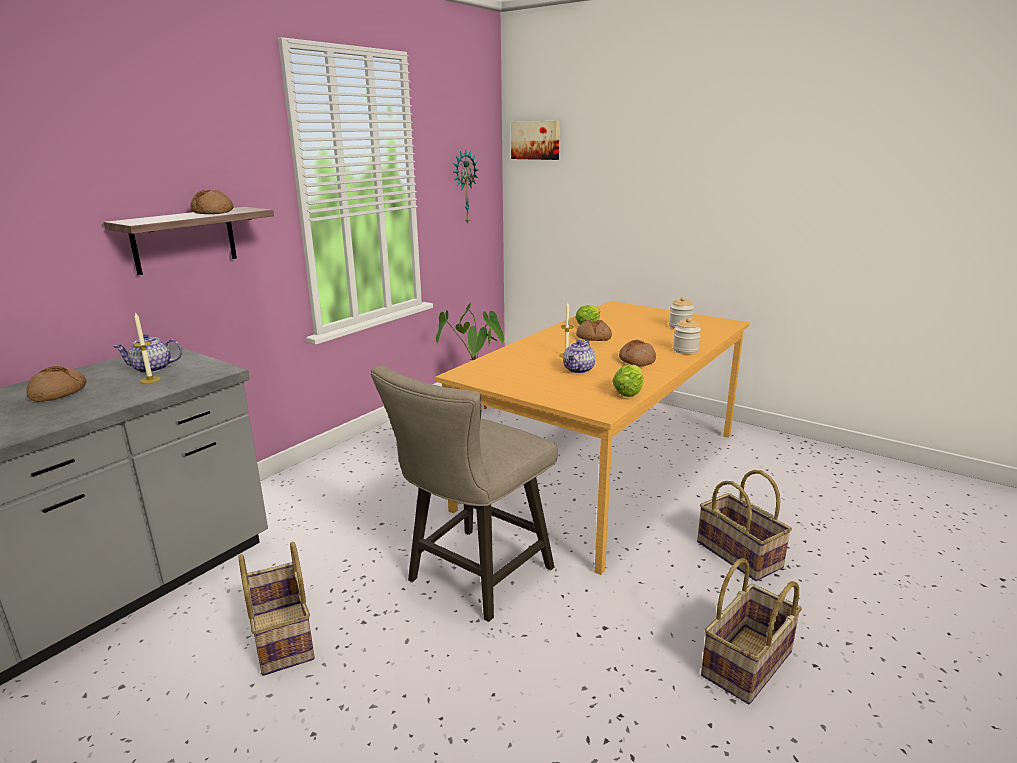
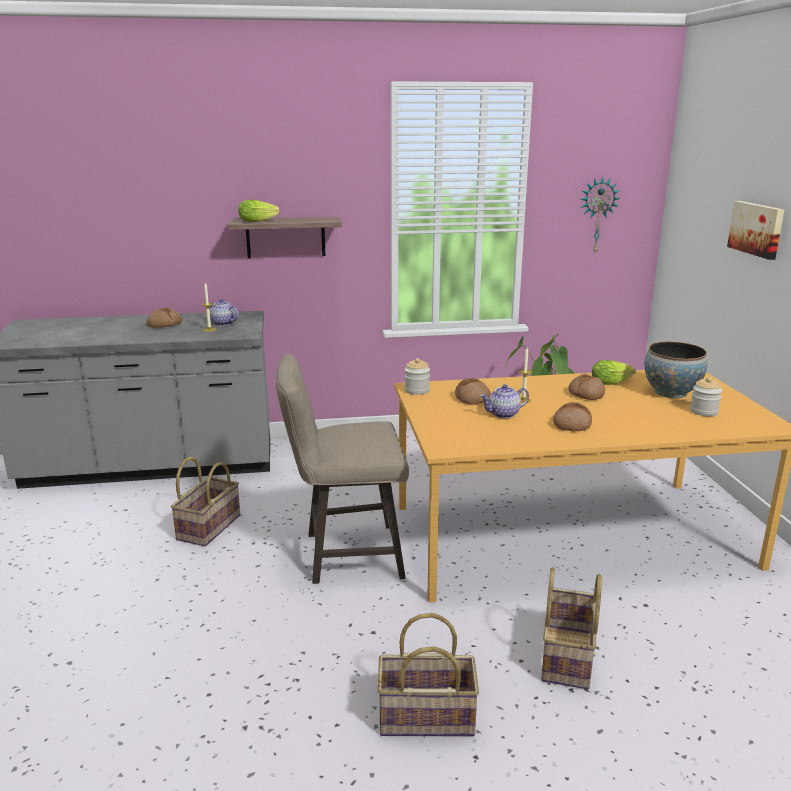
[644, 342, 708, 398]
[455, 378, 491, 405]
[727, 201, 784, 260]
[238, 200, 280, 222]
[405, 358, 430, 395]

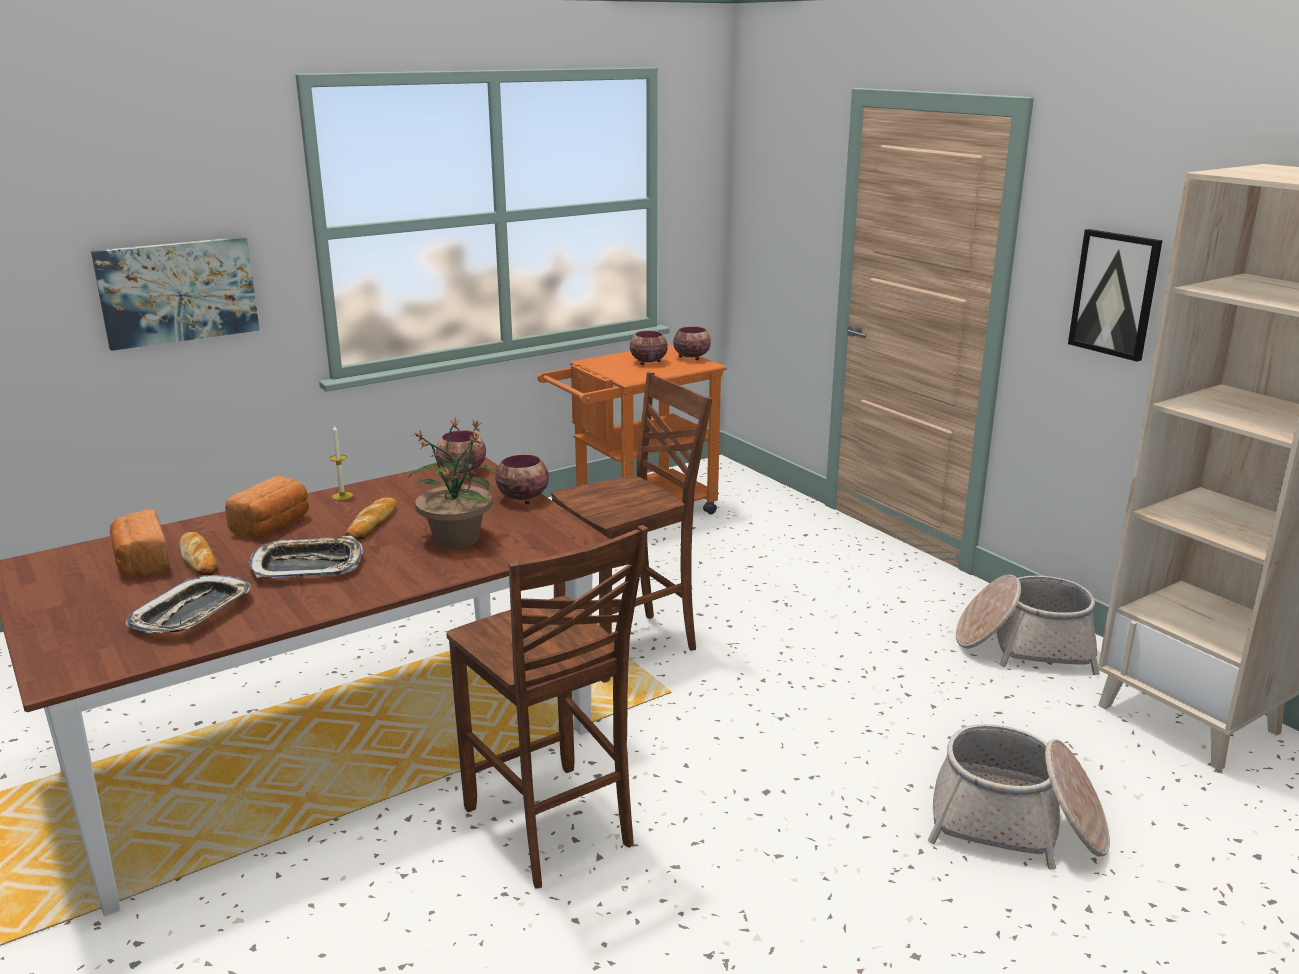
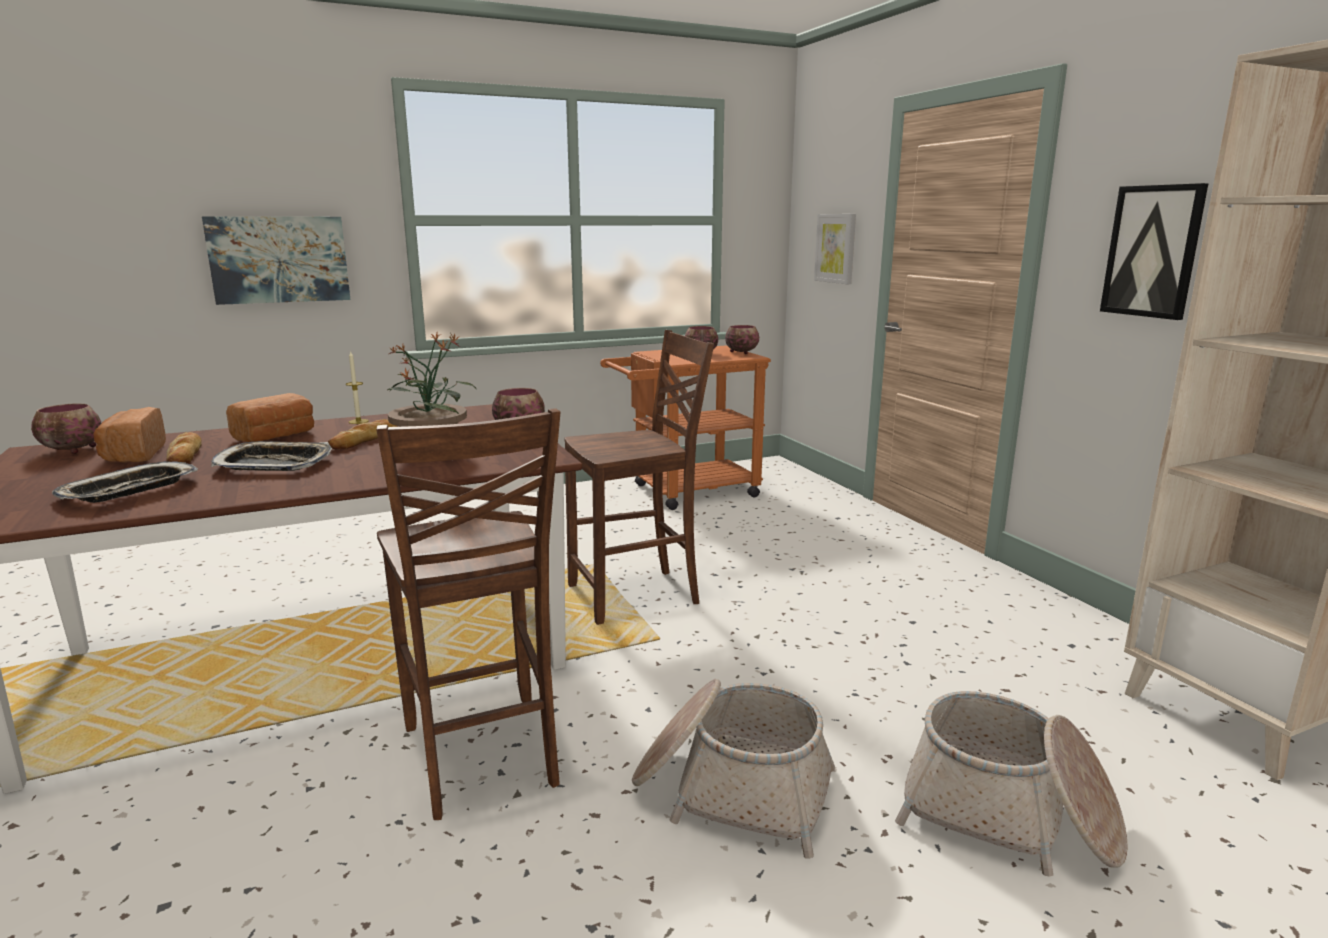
[814, 214, 856, 284]
[31, 403, 101, 454]
[632, 679, 835, 859]

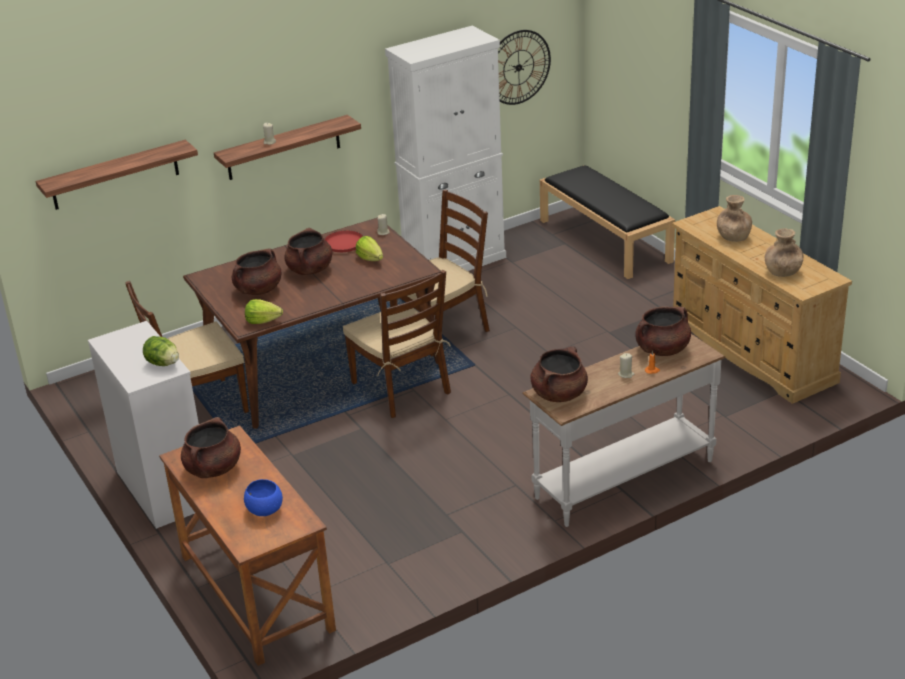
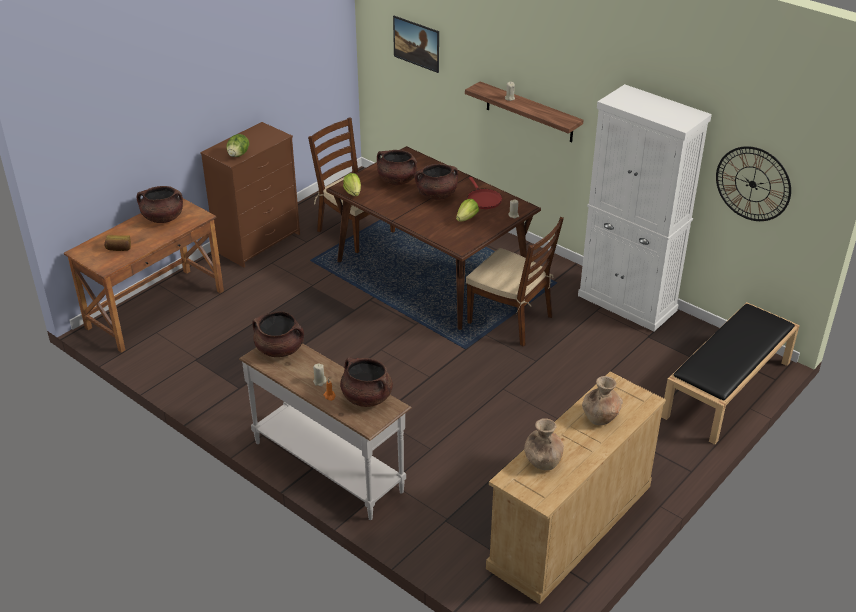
[343, 270, 451, 418] (first image)
[393, 16, 439, 73]
[104, 235, 131, 251]
[200, 122, 300, 268]

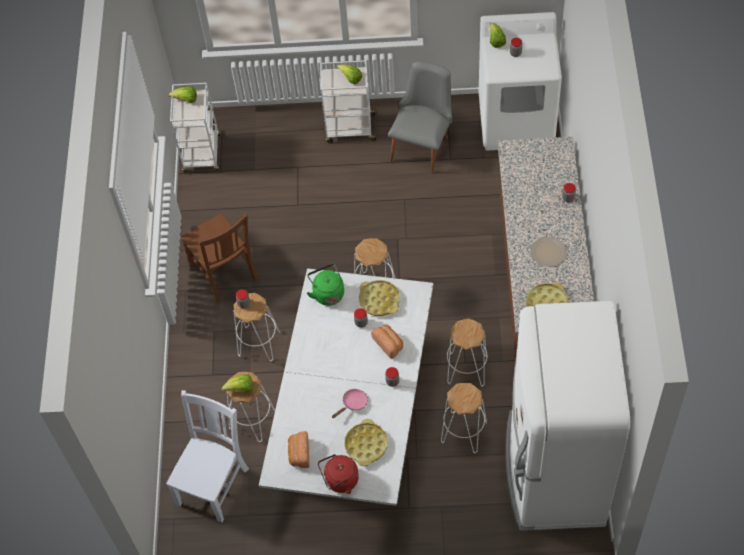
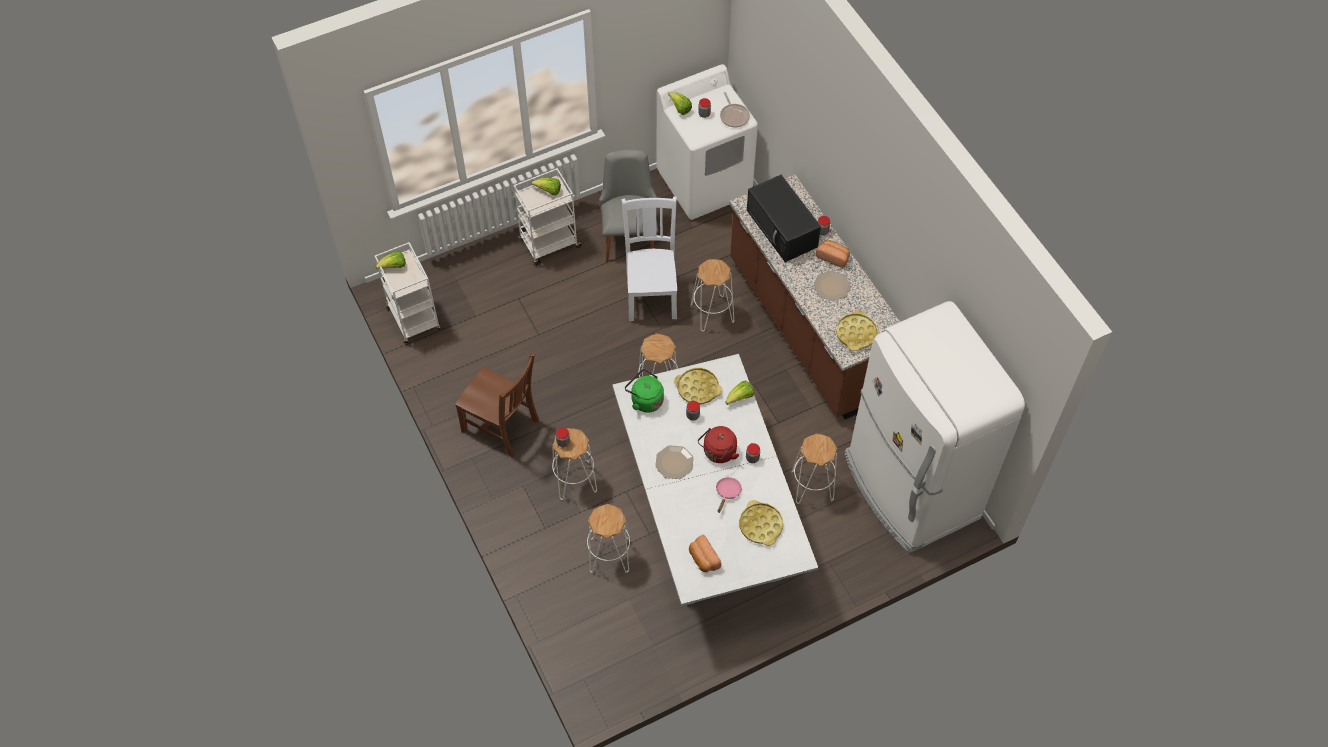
[655, 445, 694, 479]
[720, 92, 750, 127]
[747, 175, 821, 262]
[621, 196, 677, 321]
[725, 381, 754, 405]
[698, 426, 739, 463]
[816, 240, 850, 268]
[690, 259, 734, 331]

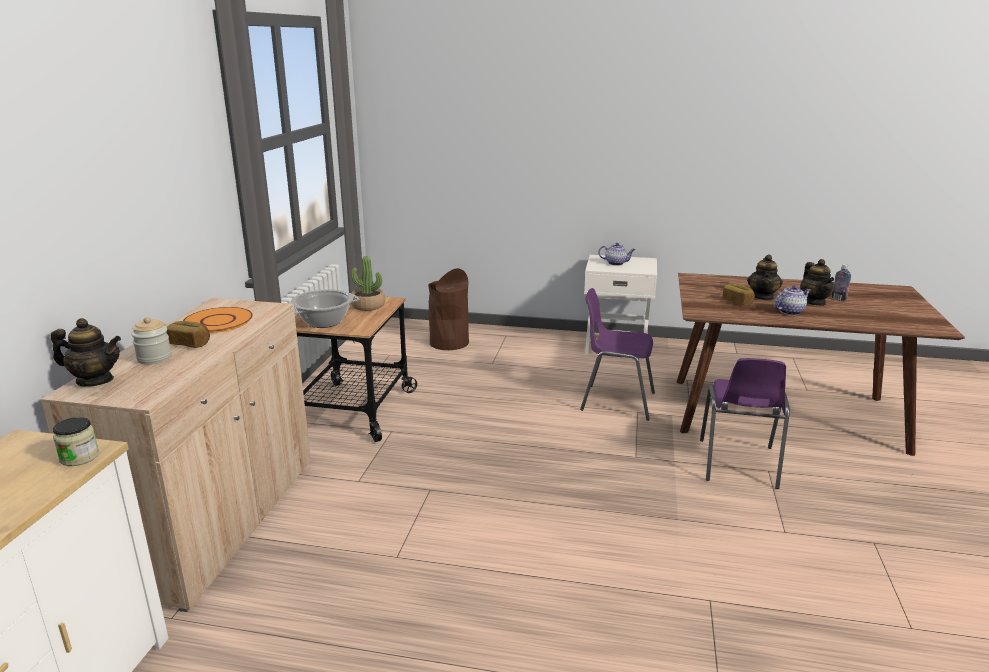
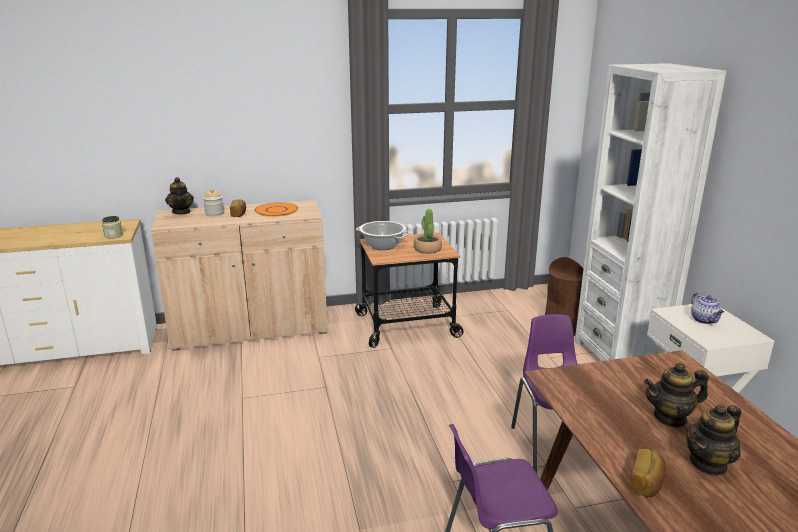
[774, 285, 810, 315] (first image)
[832, 264, 851, 301] (first image)
[575, 63, 726, 361]
[629, 449, 666, 497]

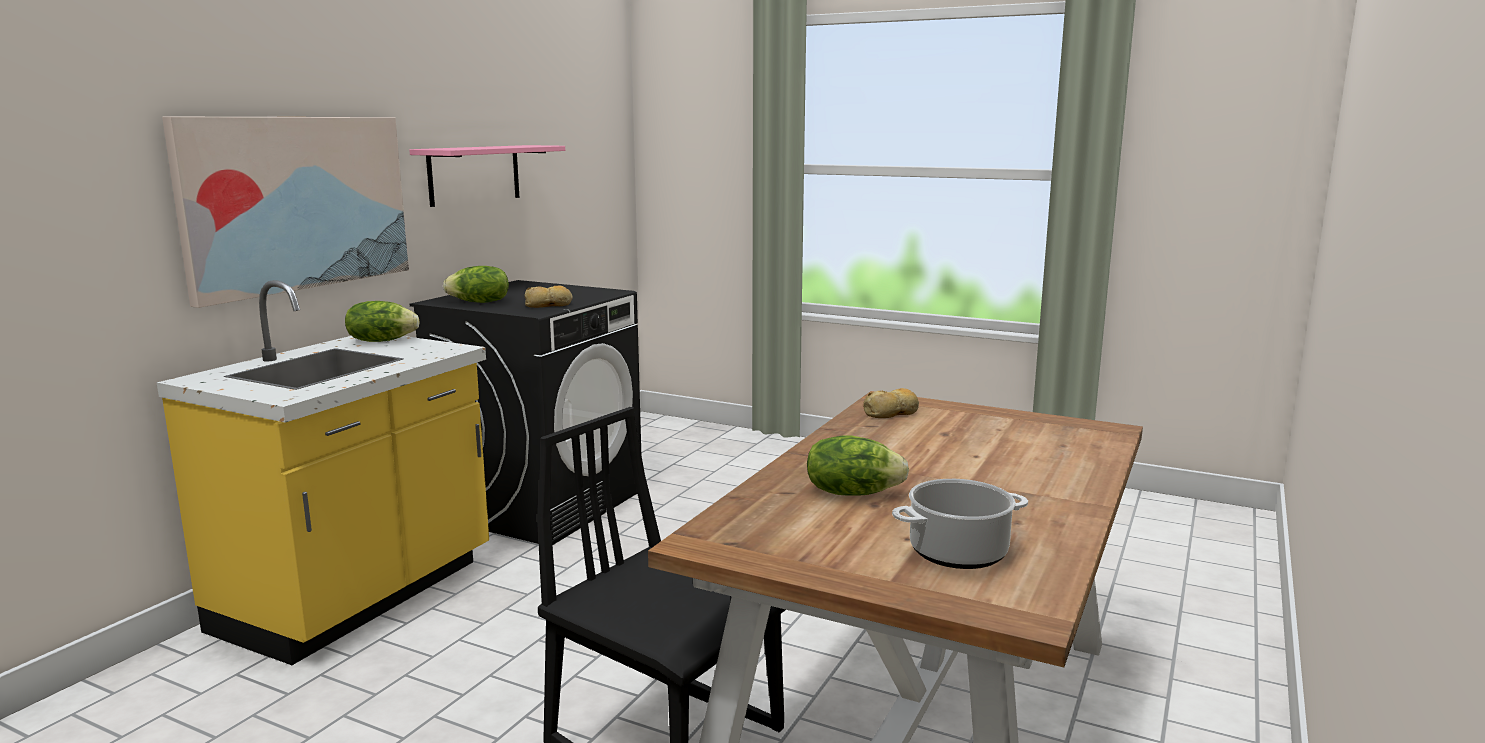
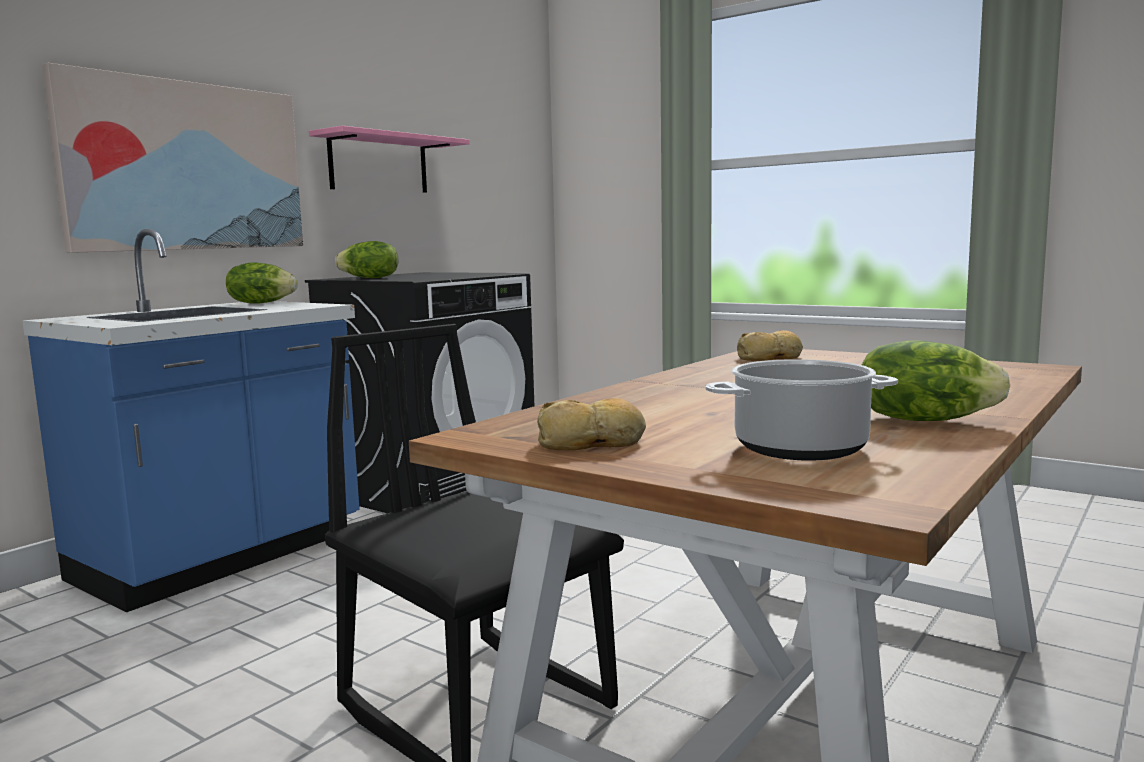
[537, 398, 646, 450]
[862, 340, 1010, 421]
[22, 229, 360, 612]

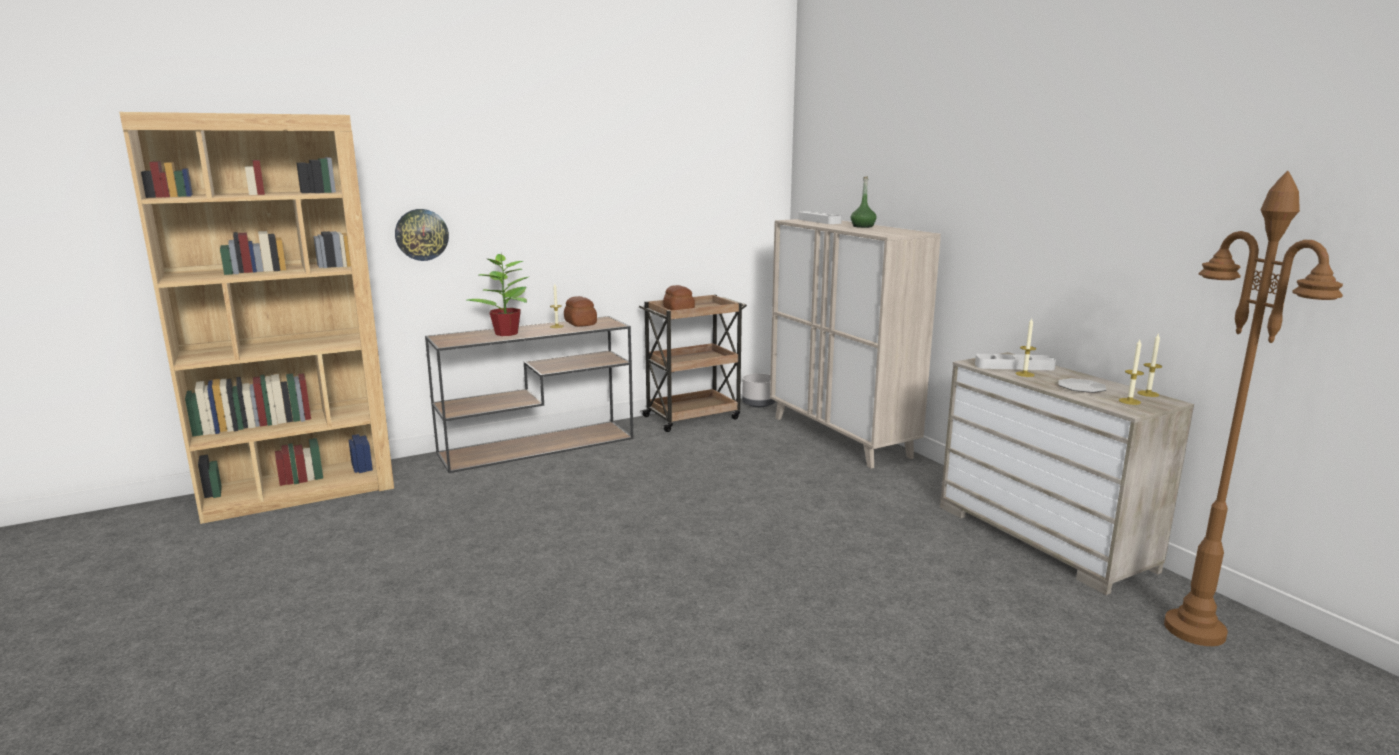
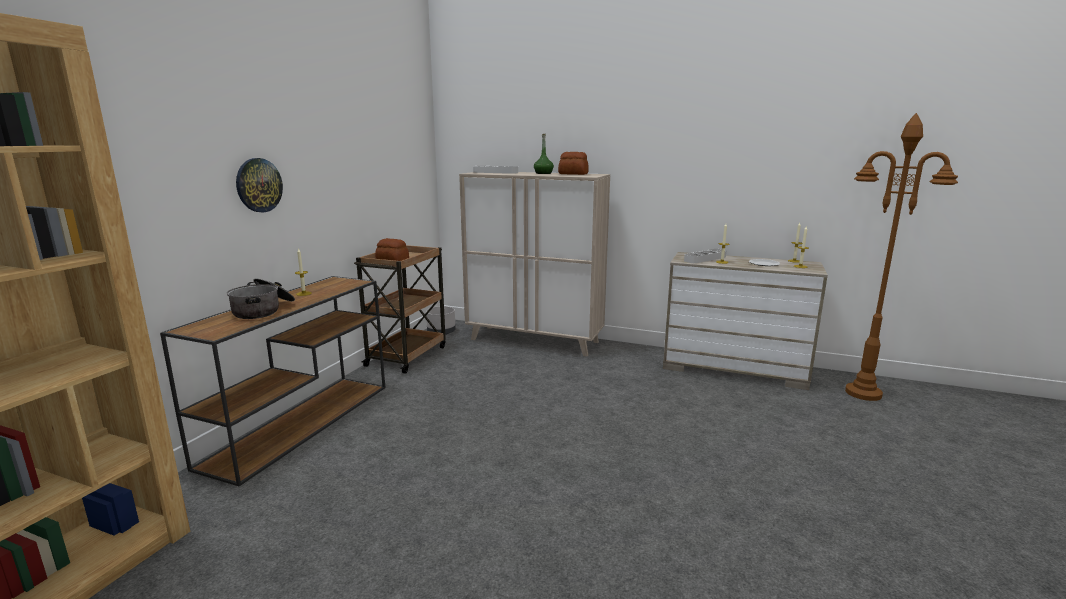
[236, 158, 283, 212]
[558, 152, 589, 175]
[227, 278, 295, 319]

